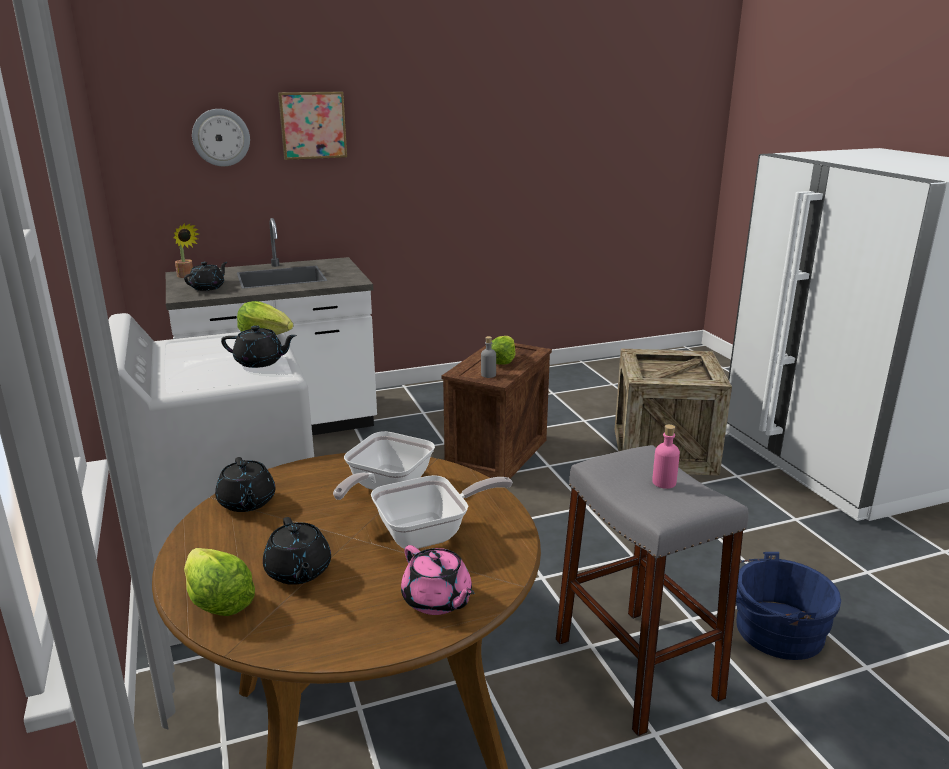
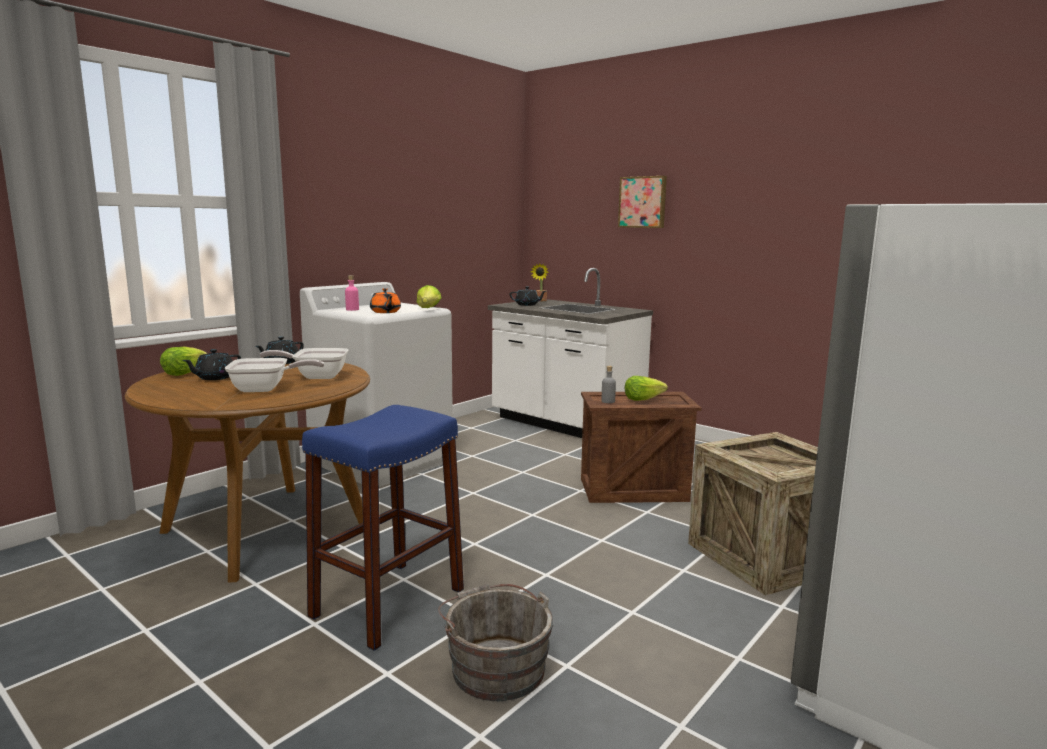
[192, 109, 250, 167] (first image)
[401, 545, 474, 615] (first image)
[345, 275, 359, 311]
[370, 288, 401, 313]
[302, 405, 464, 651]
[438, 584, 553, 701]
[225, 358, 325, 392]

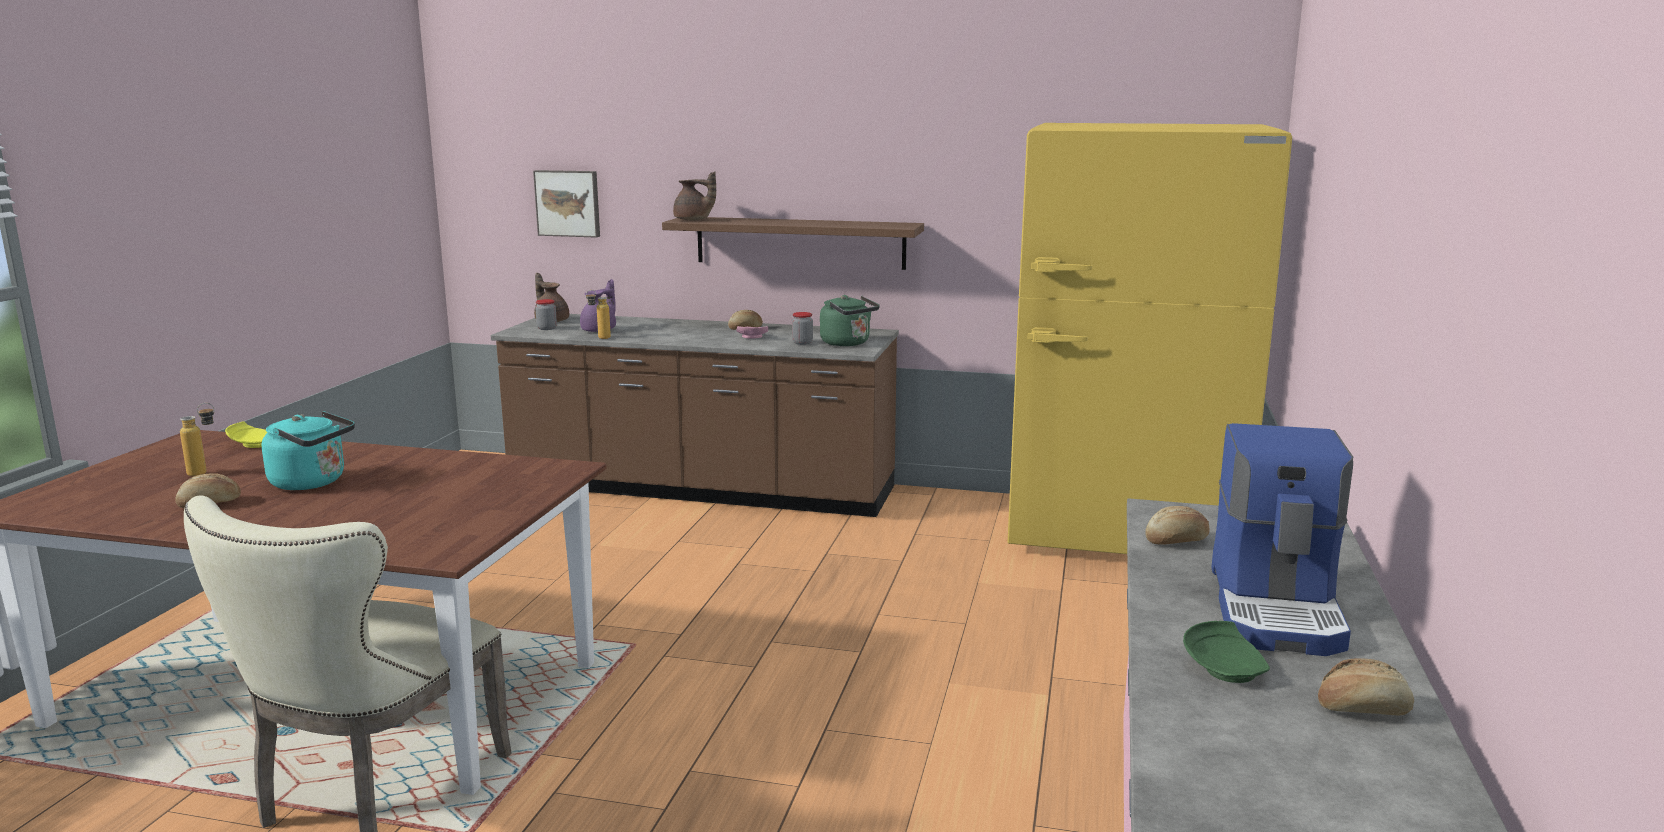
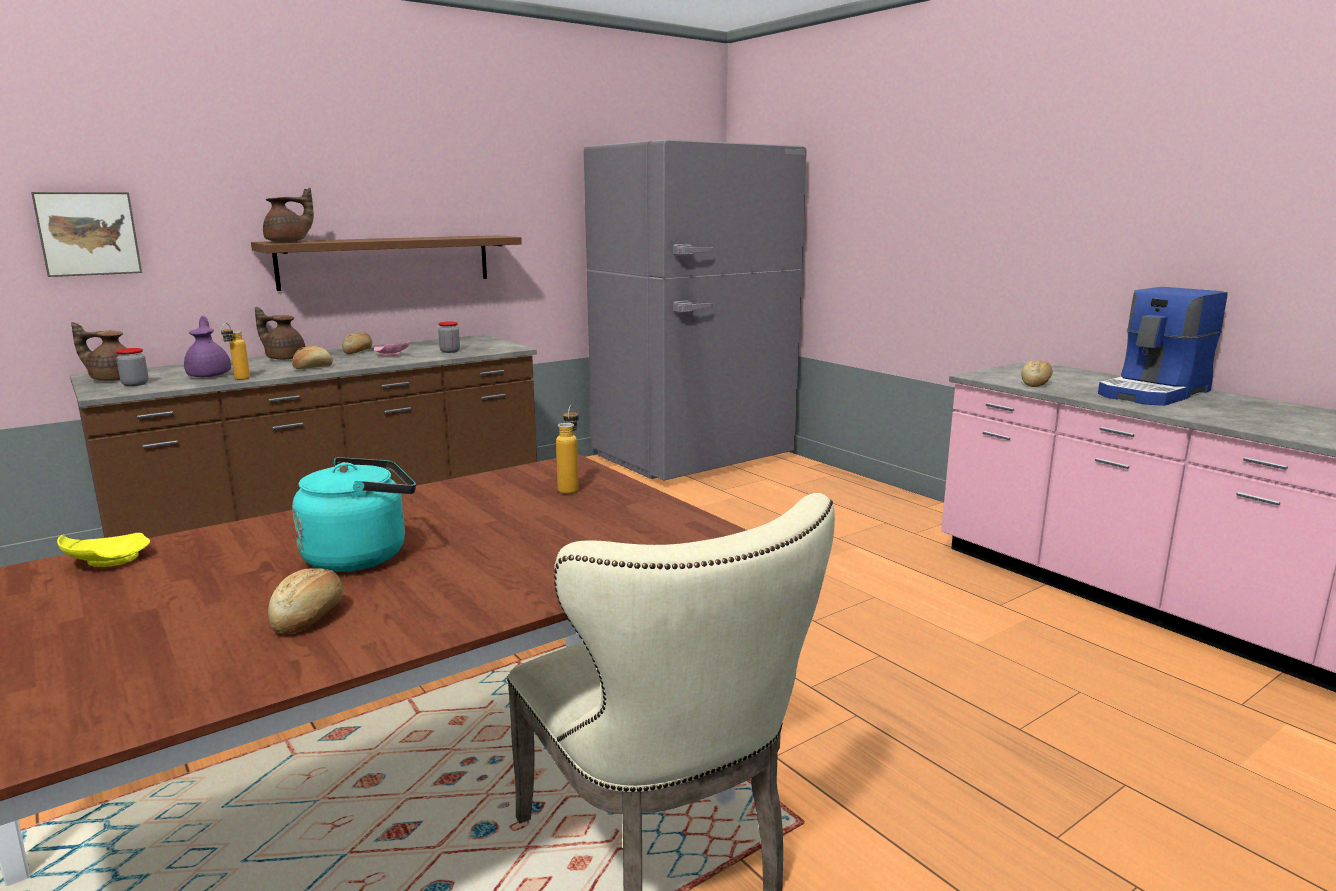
[820, 295, 880, 346] (first image)
[1183, 621, 1270, 683] (first image)
[255, 307, 305, 360]
[556, 405, 579, 494]
[292, 346, 333, 369]
[584, 140, 807, 480]
[1098, 287, 1227, 406]

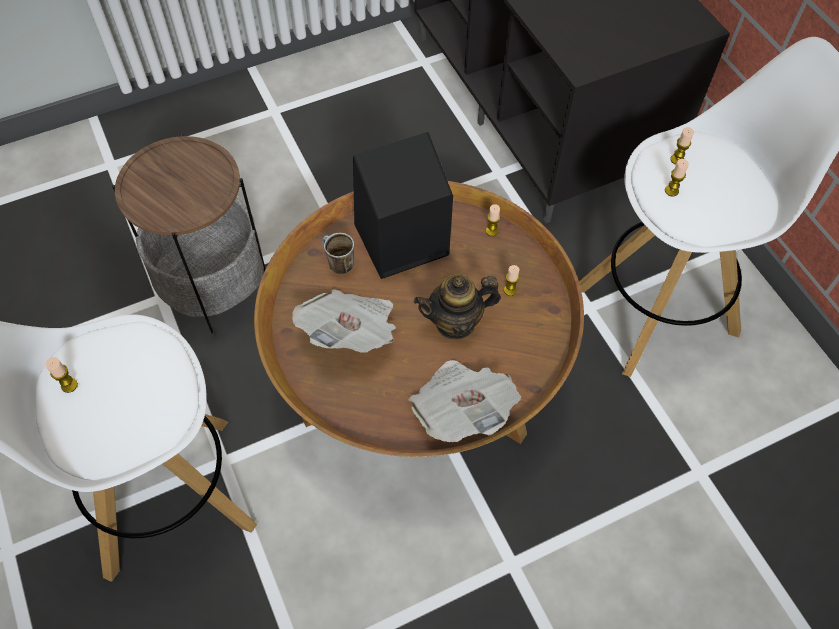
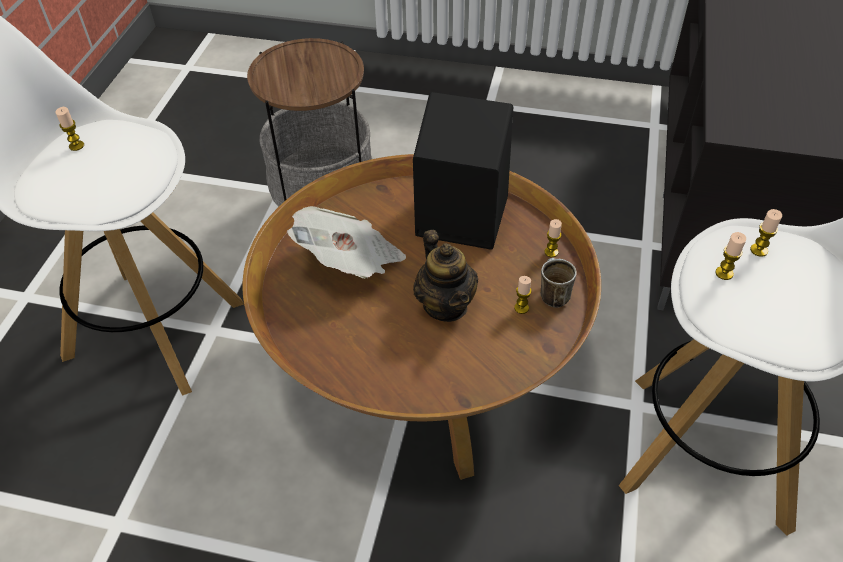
[408, 360, 521, 442] (first image)
[541, 258, 577, 308]
[413, 230, 478, 322]

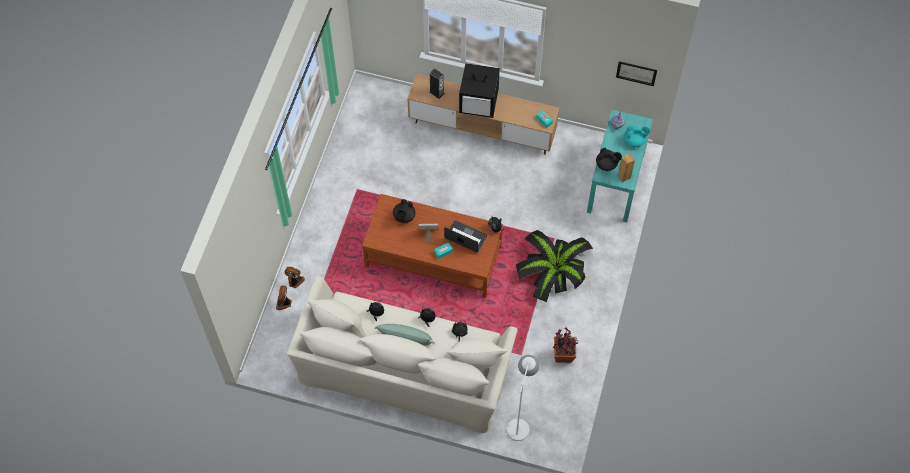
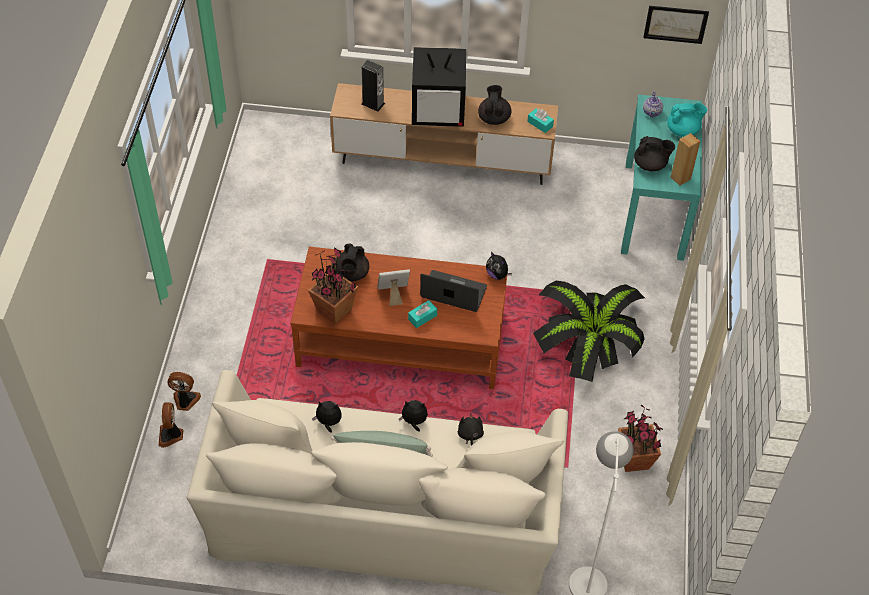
[308, 247, 358, 324]
[478, 85, 511, 125]

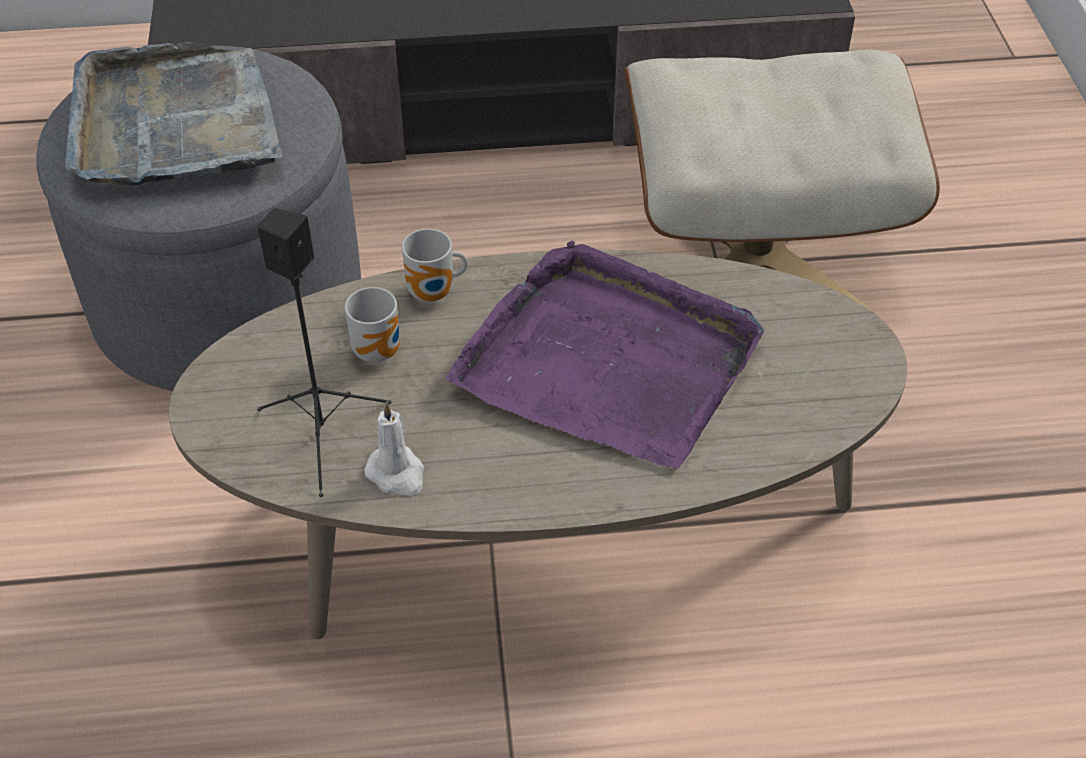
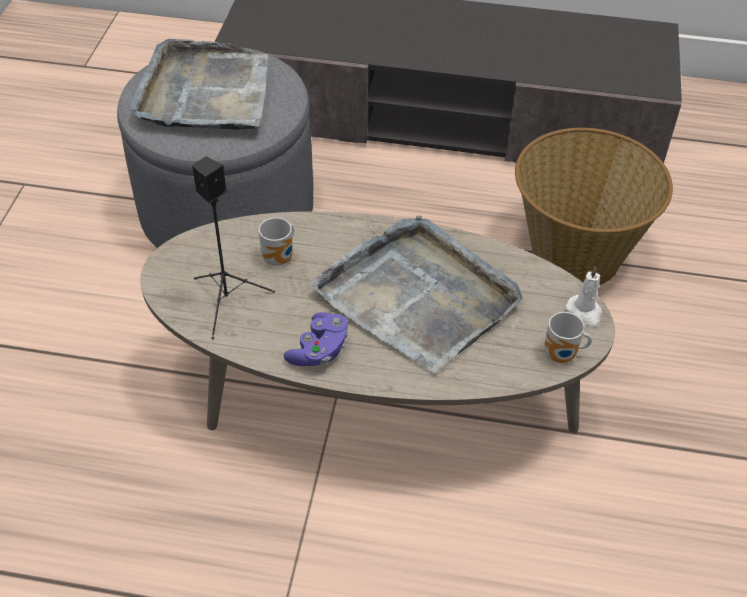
[283, 312, 349, 366]
[566, 266, 602, 327]
[544, 312, 592, 363]
[515, 128, 673, 285]
[310, 215, 523, 373]

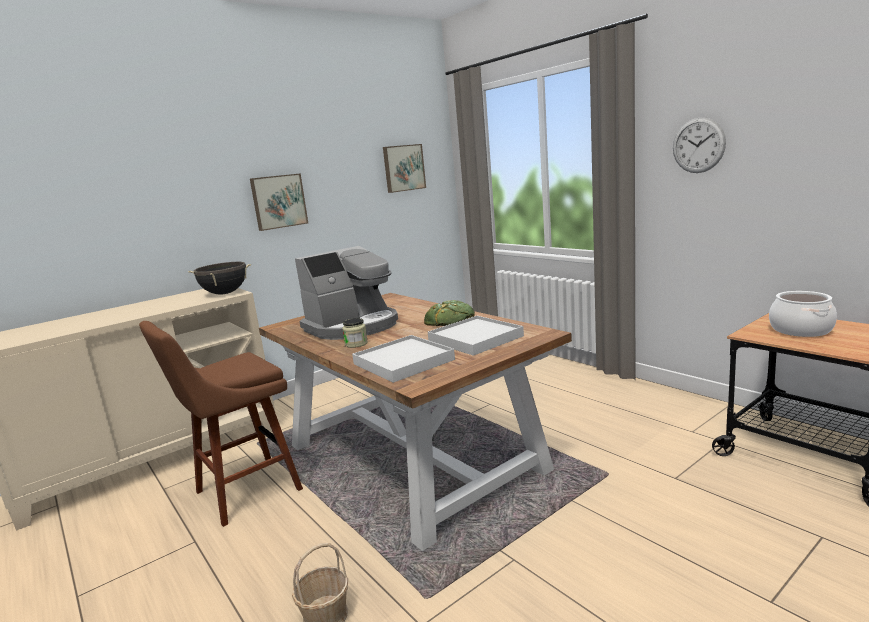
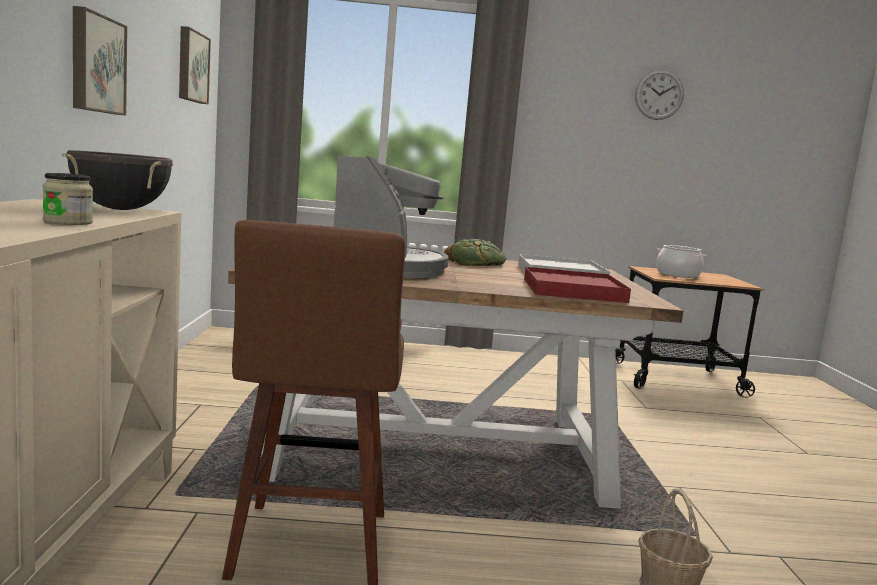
[43, 173, 93, 225]
[635, 69, 684, 120]
[524, 267, 631, 303]

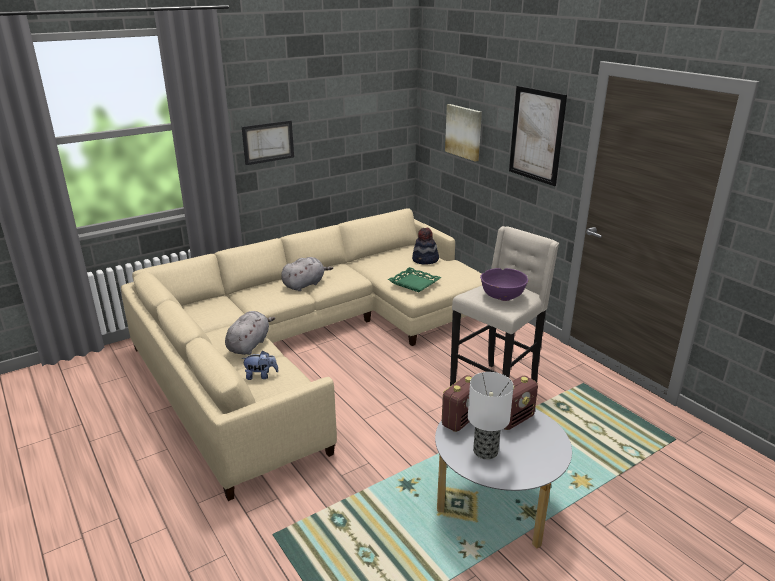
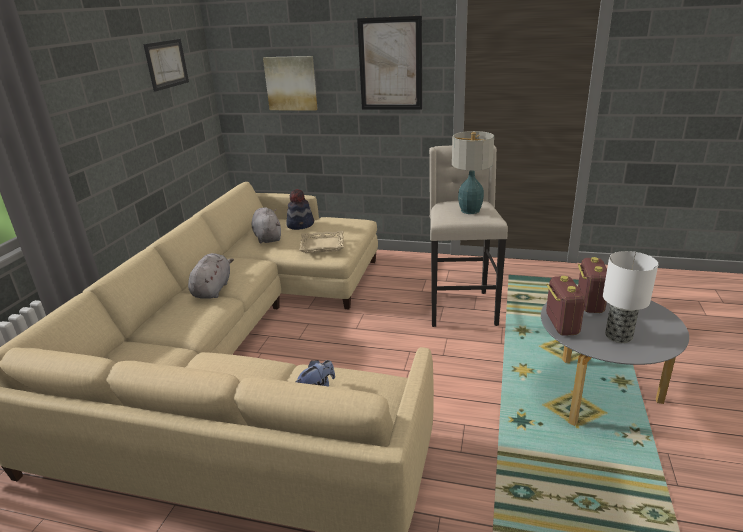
[252, 208, 281, 243]
[143, 39, 189, 92]
[452, 131, 494, 214]
[299, 231, 344, 253]

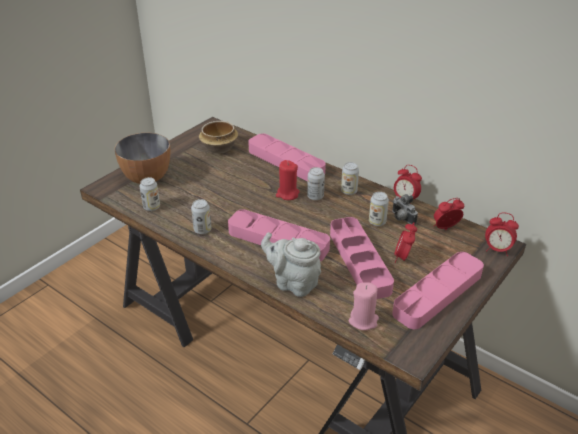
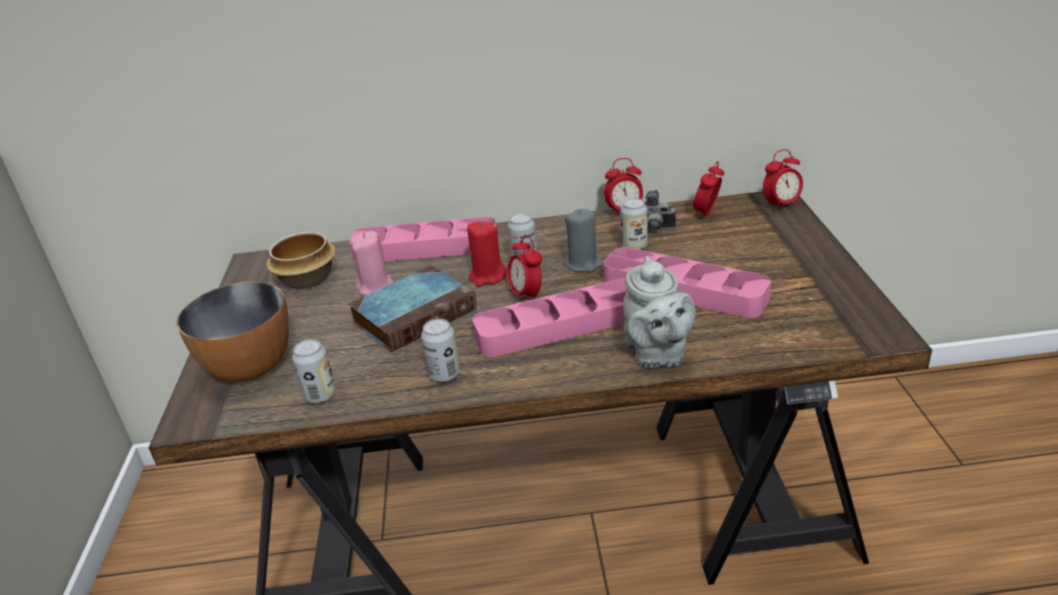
[341, 162, 359, 195] (first image)
[392, 252, 484, 329] (first image)
[348, 265, 477, 352]
[564, 209, 603, 272]
[350, 231, 394, 296]
[507, 235, 542, 302]
[623, 256, 696, 367]

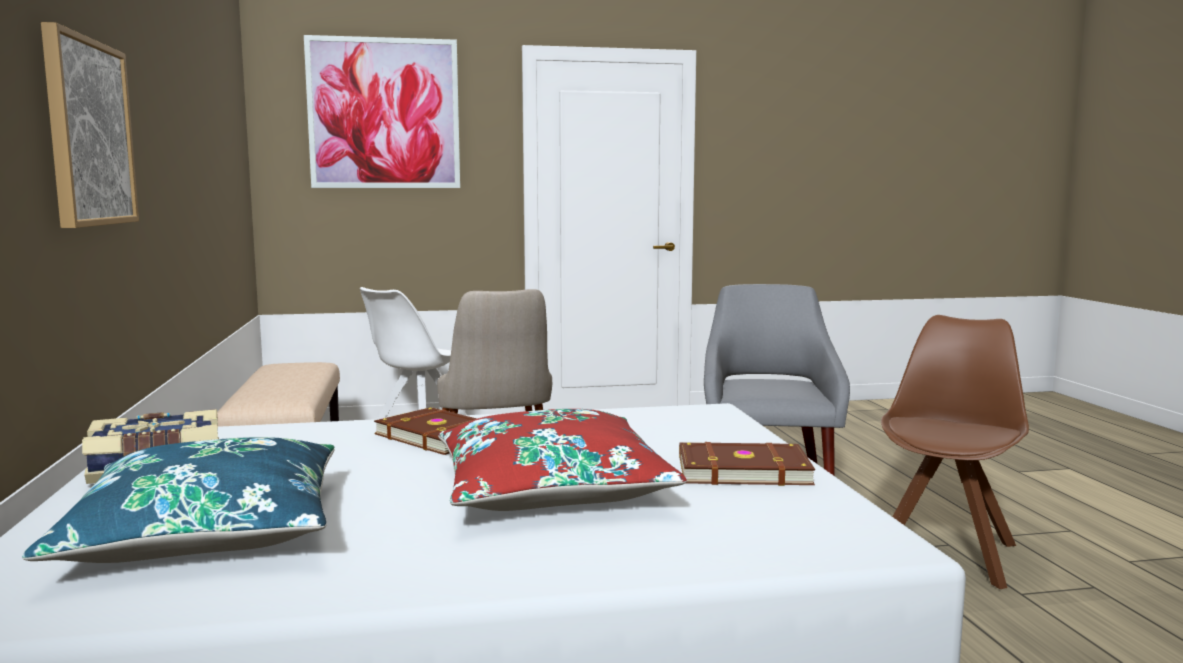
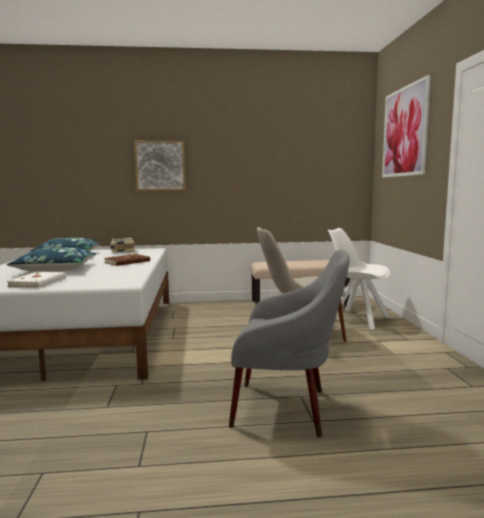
[881, 315, 1029, 589] (first image)
[7, 247, 96, 271]
[6, 272, 66, 288]

